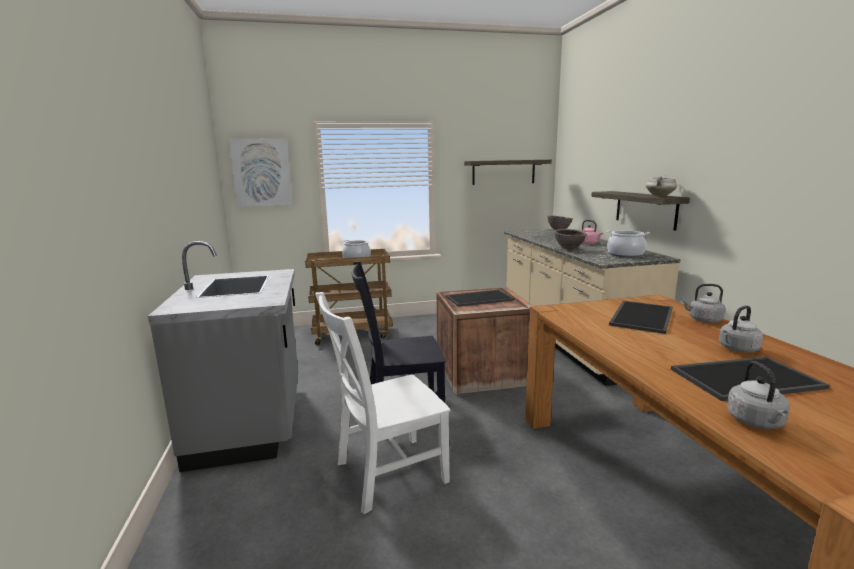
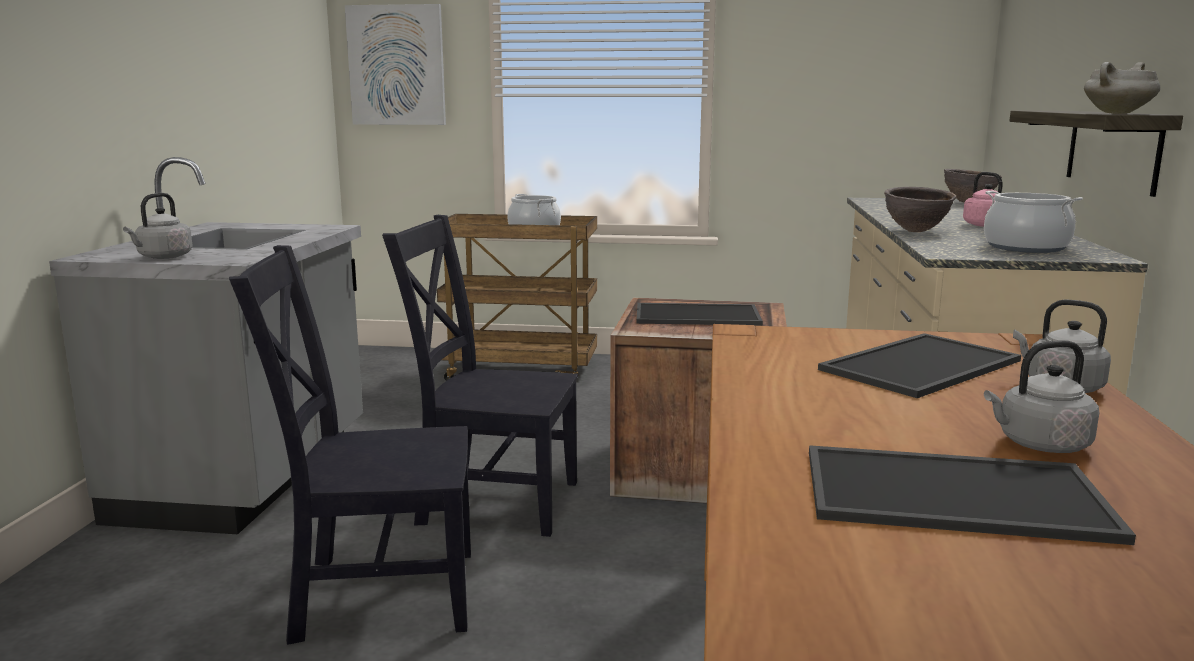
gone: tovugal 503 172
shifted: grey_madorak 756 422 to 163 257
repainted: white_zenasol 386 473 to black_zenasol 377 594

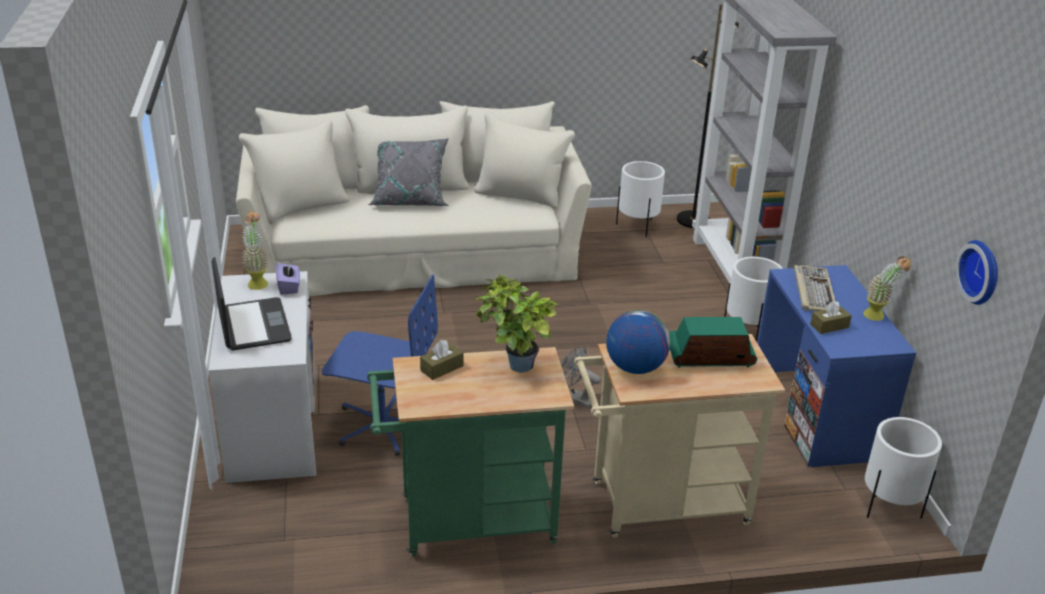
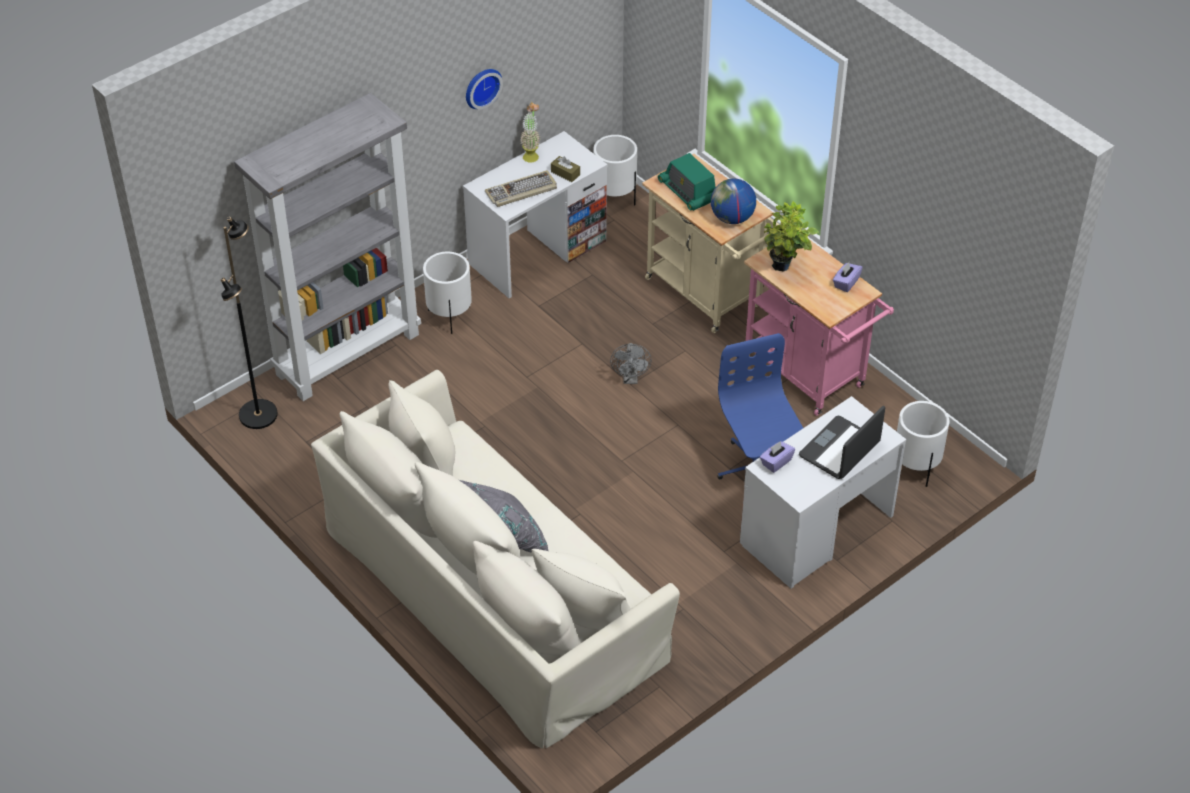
gone: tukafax 257 281; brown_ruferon 442 368
new: purple_ruferon 846 283
shifted: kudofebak 982 272 to 481 87; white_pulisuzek 637 227 to 915 468
repainted: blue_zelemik 816 413 to white_zelemik 537 252; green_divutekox 467 522 to pink_divutekox 809 375

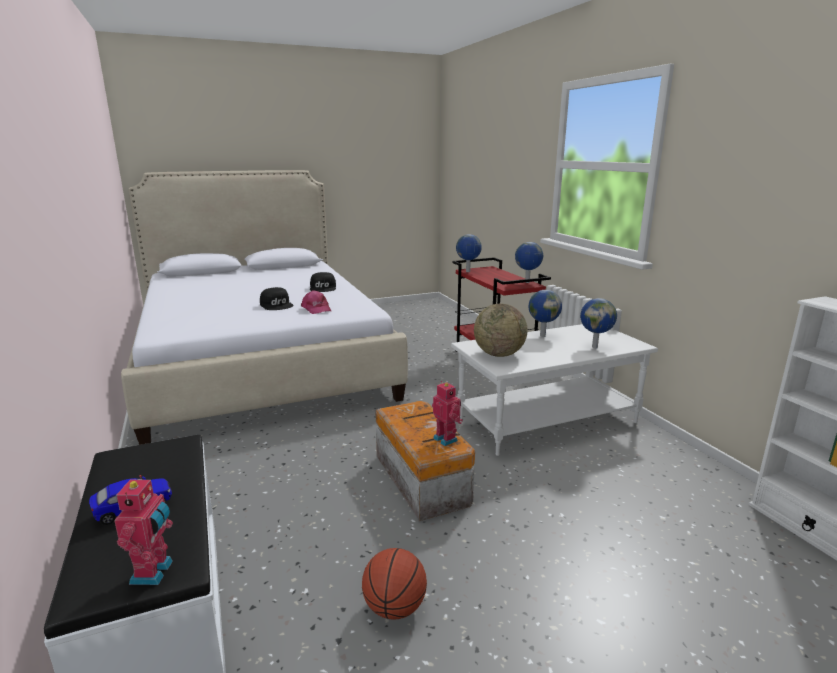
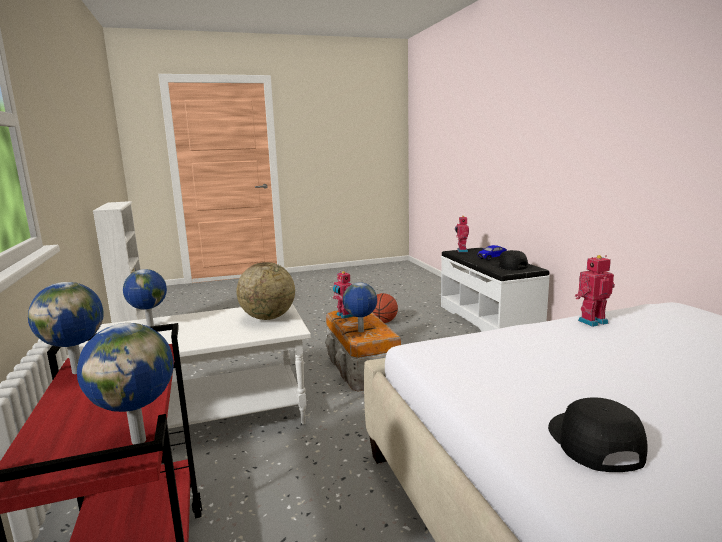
gone: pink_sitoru 316 309
new: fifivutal 591 321
shifted: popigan 542 335 to 361 331; black_sitoru 277 305 to 509 266

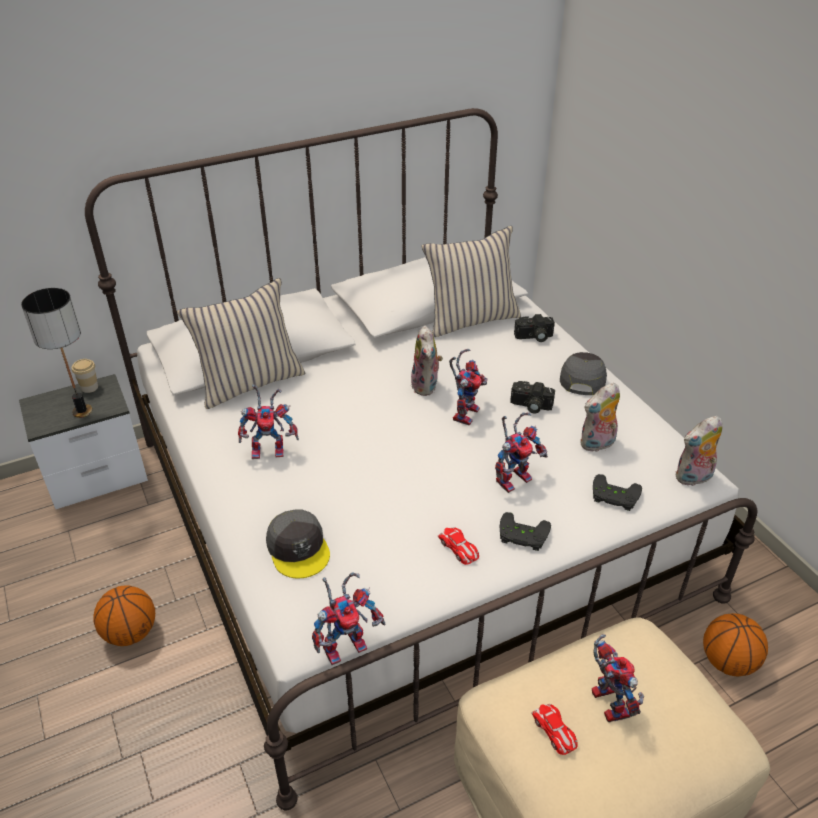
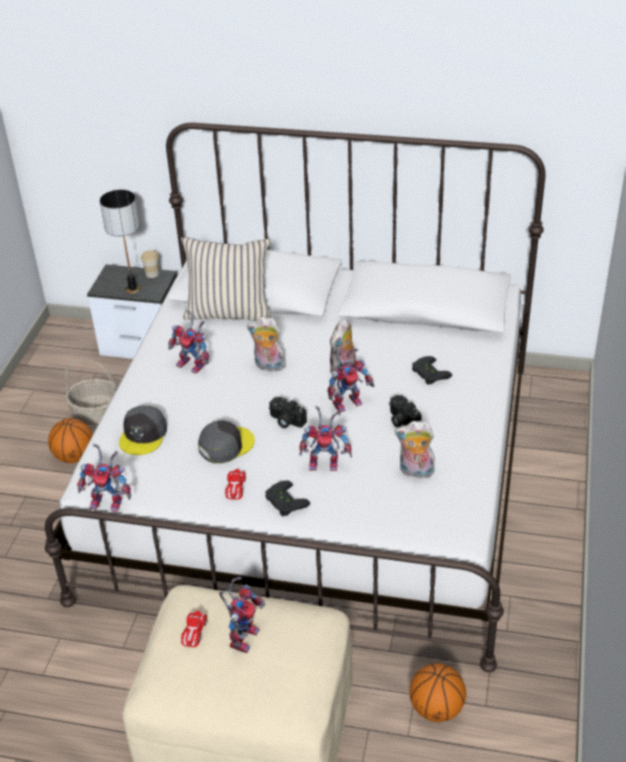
gone: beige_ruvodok 470 319
new: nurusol 96 414
shifted: grey_sitoru 582 377 to 226 445; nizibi 693 478 to 268 366; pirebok 534 337 to 285 421; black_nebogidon 614 497 to 428 373

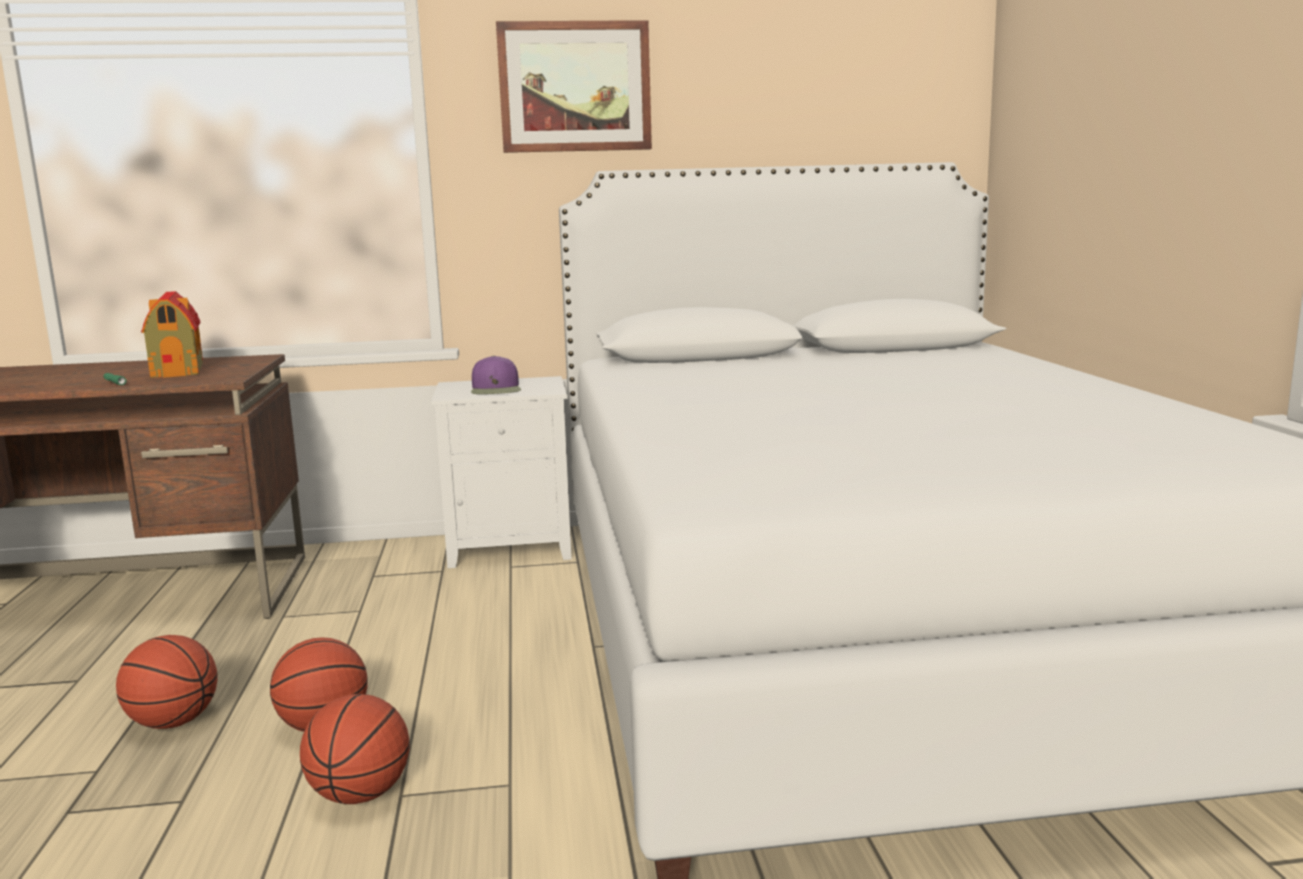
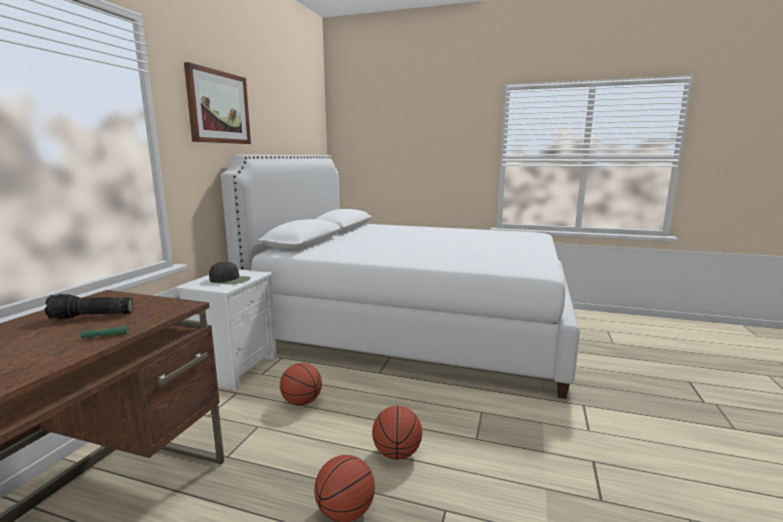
shifted: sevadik 360 795 to 301 402
swapped: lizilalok 178 369 to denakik 91 316
repainted: purple_sitoru 496 389 to black_sitoru 230 280

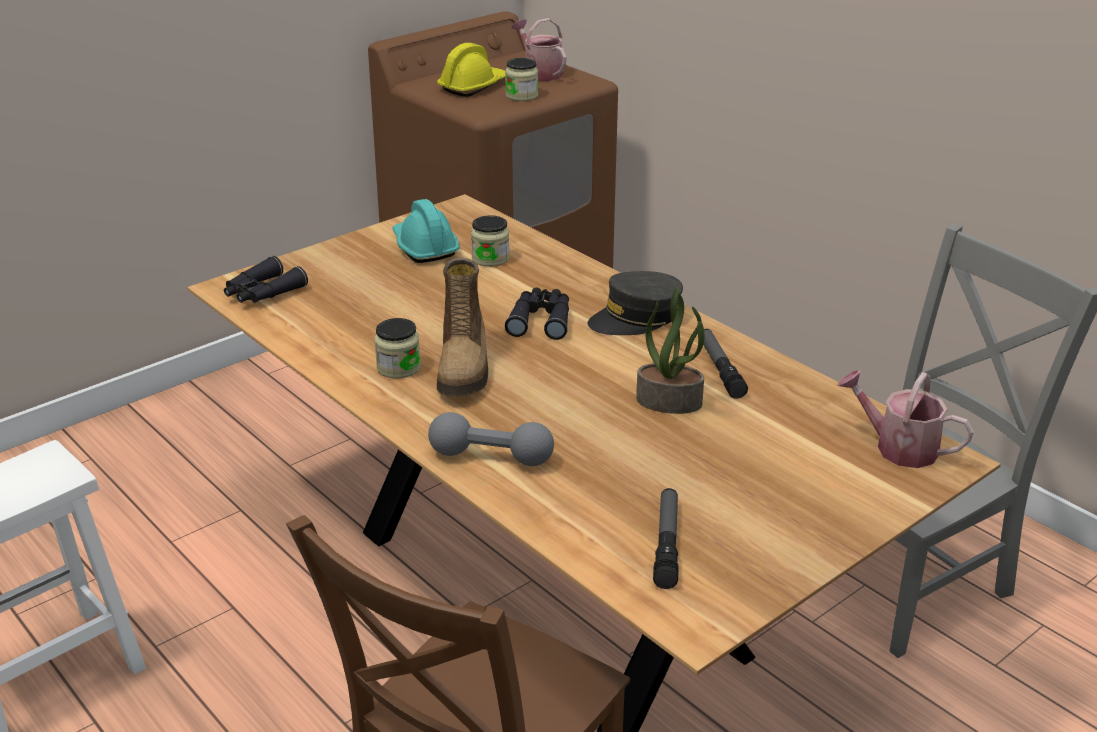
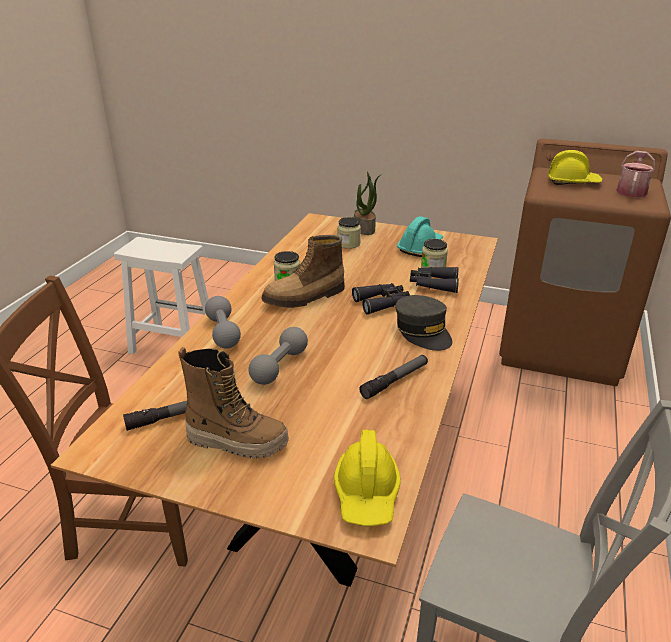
new: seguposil 237 441; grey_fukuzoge 279 366
shifted: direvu 521 96 to 348 244; tukafax 670 401 to 365 229; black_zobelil 262 293 to 433 284
swapped: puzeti 898 447 to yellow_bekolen 367 493
rotated: grey_sitoru 636 318 = 423 331 150 degrees counterclockwise

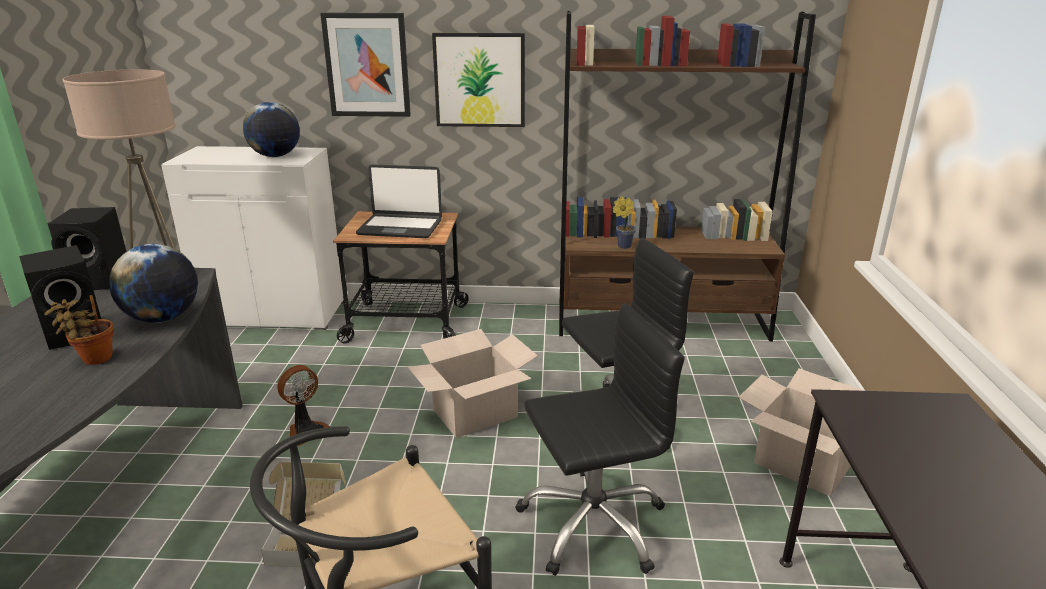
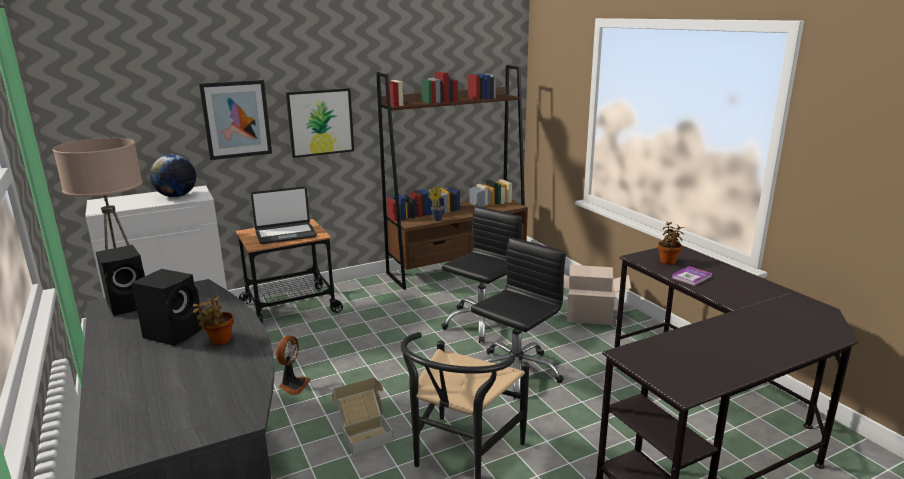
gone: popigan 163 318; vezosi 475 413
new: tukafax 668 261; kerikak 691 277

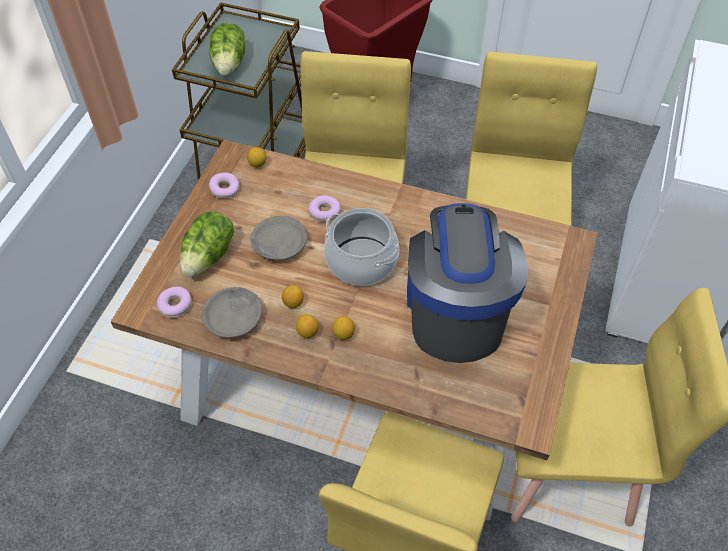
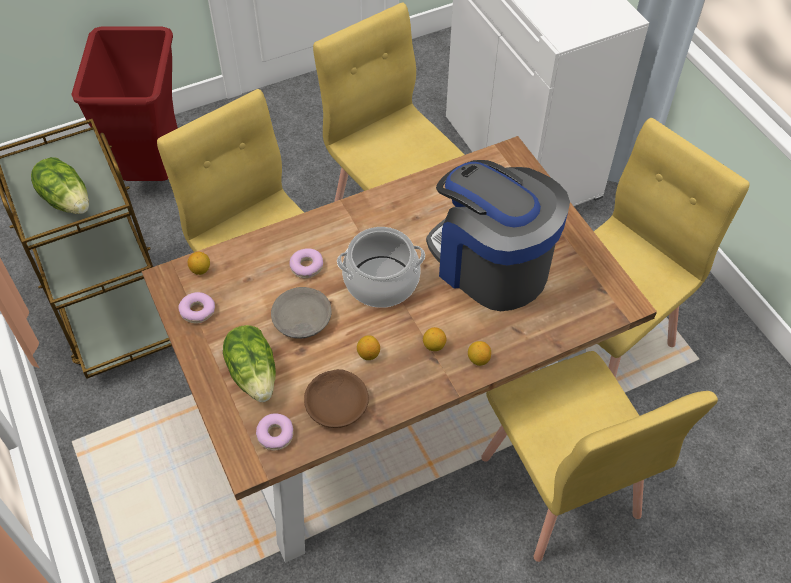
shifted: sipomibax 307 332 to 478 359
repainted: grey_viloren 234 318 to brown_viloren 337 404

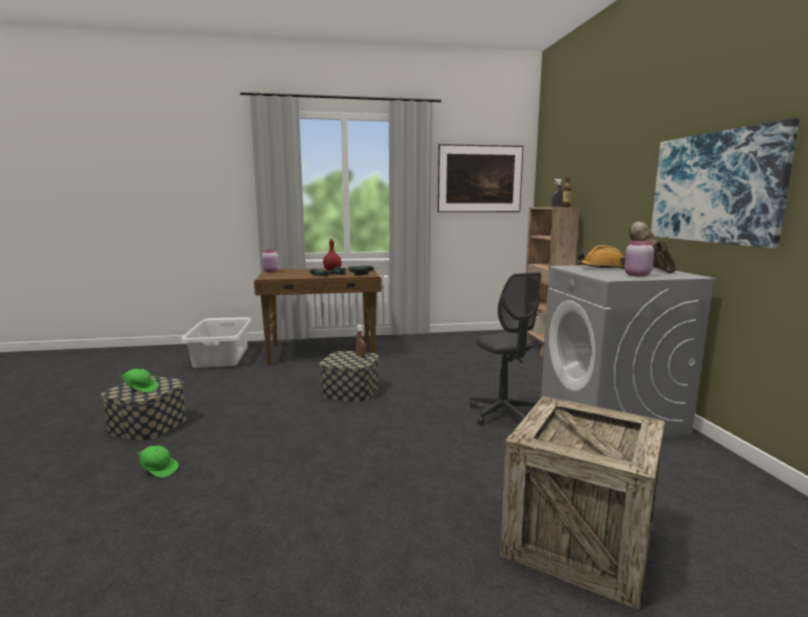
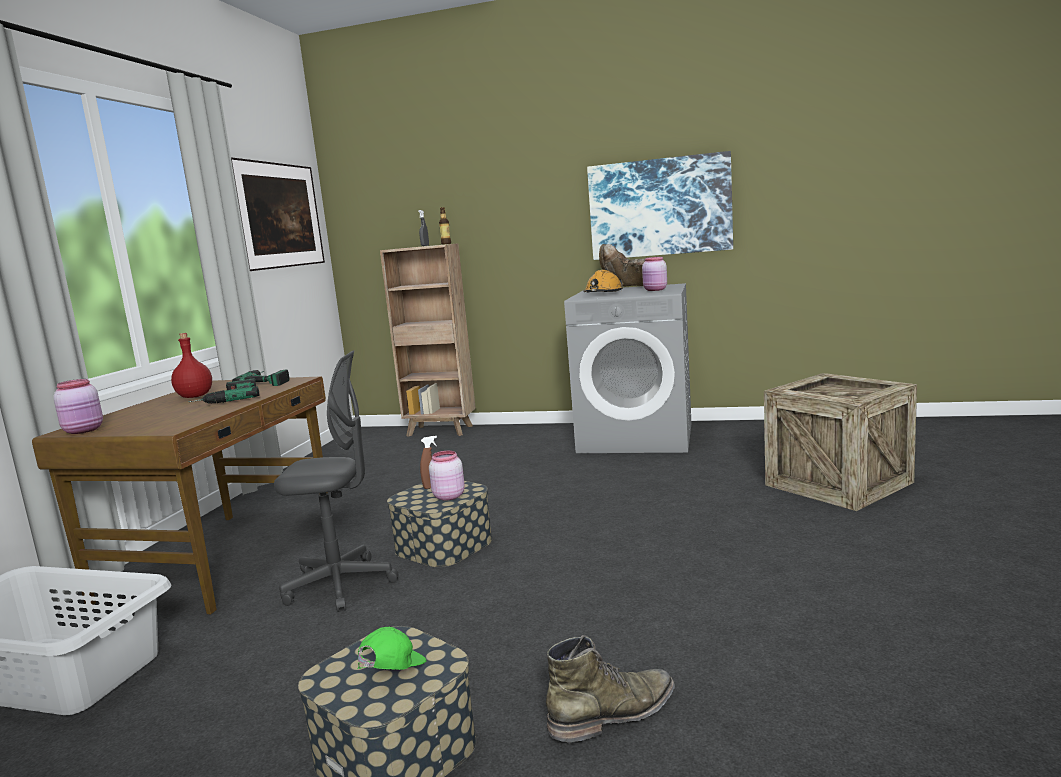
new: pink_direvu 448 496
shifted: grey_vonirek 503 415 to 340 585
swapped: green_sitoru 158 470 to green_seguposil 614 714

